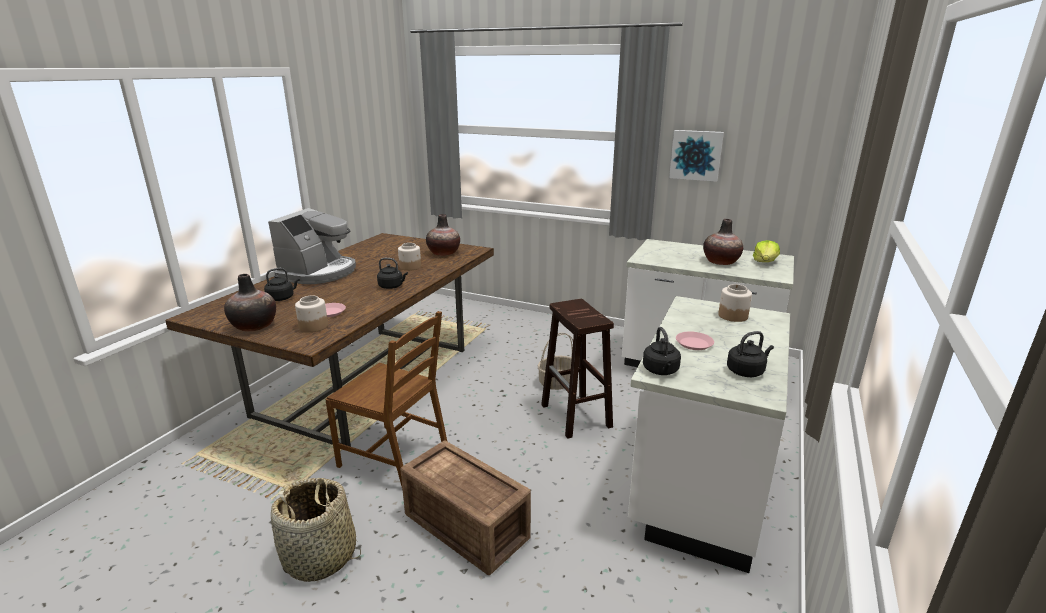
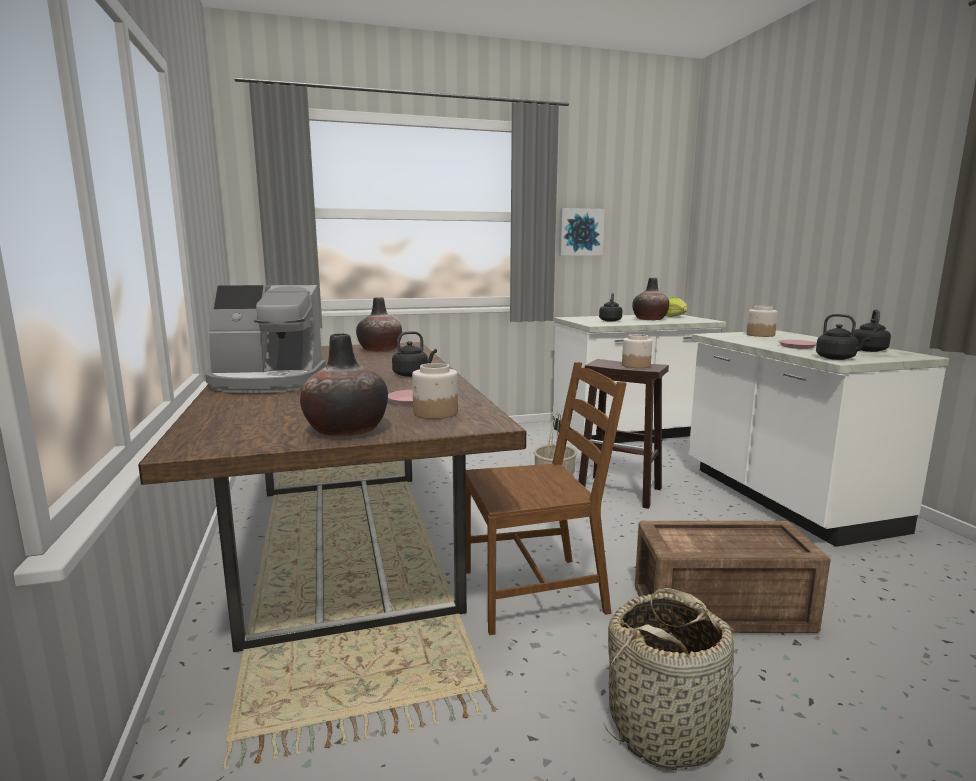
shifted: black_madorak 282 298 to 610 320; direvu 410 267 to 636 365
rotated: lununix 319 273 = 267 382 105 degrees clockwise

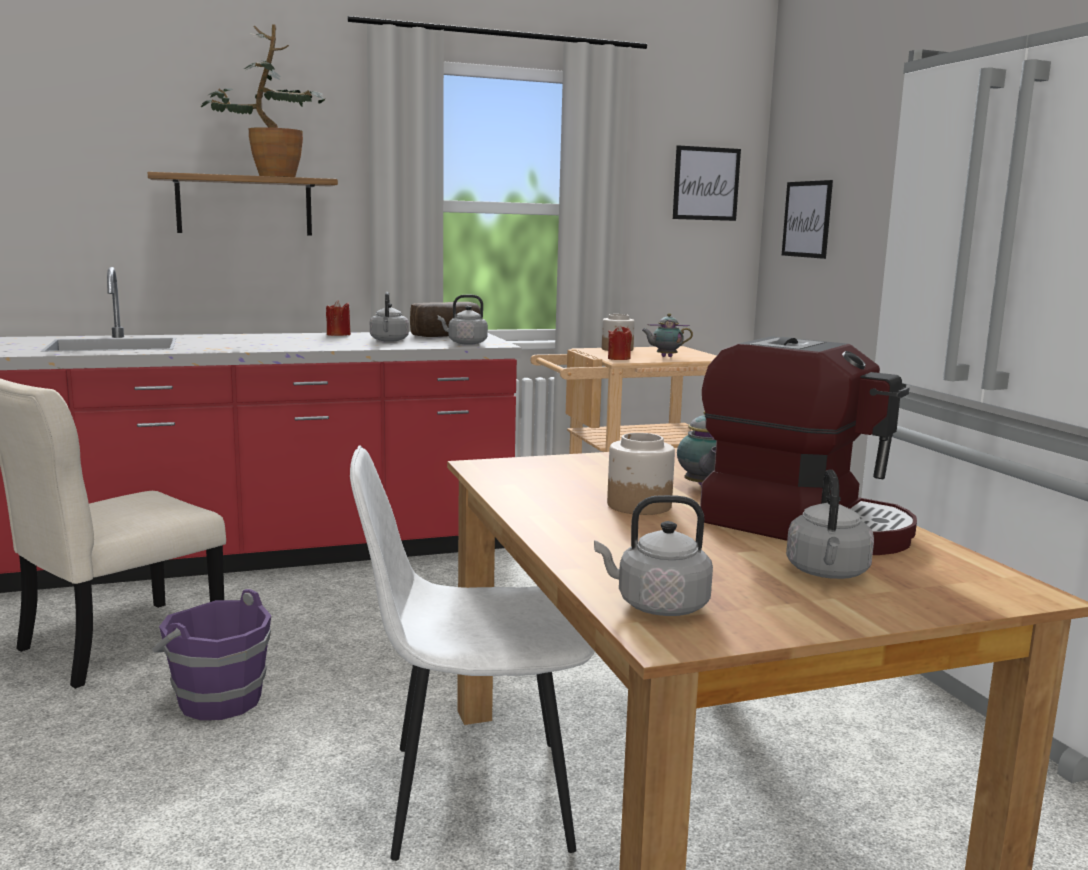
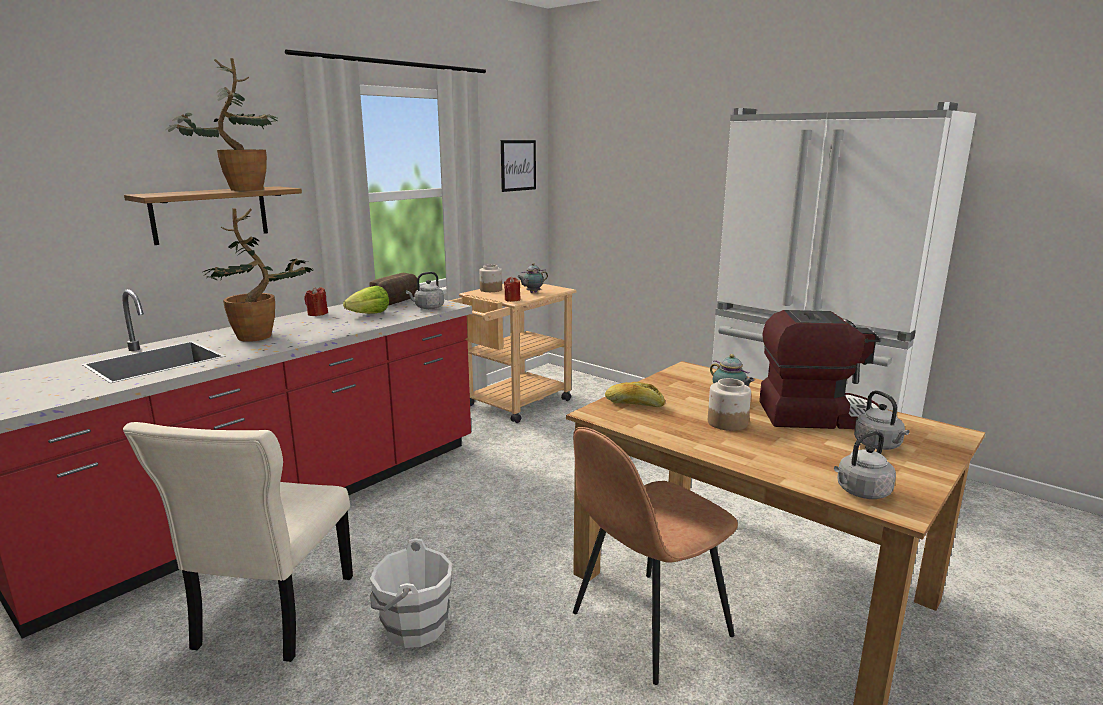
gone: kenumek 807 219
new: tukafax 264 336; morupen 634 404
swapped: grey_madorak 389 340 to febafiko 370 314
repainted: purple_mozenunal 217 700 to white_mozenunal 413 627; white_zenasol 473 796 to brown_zenasol 647 625

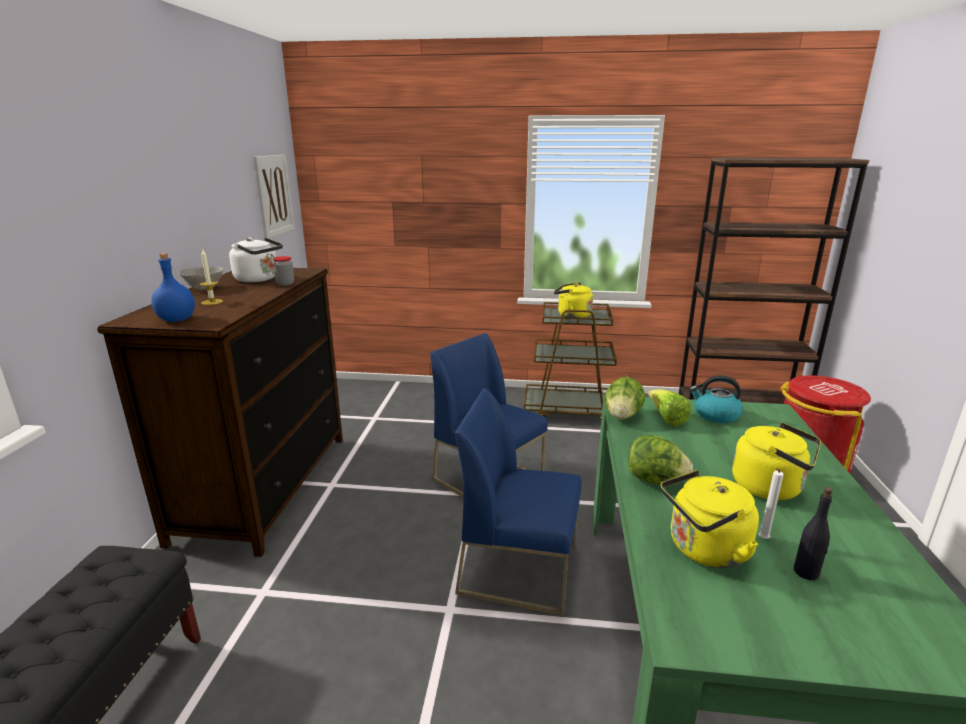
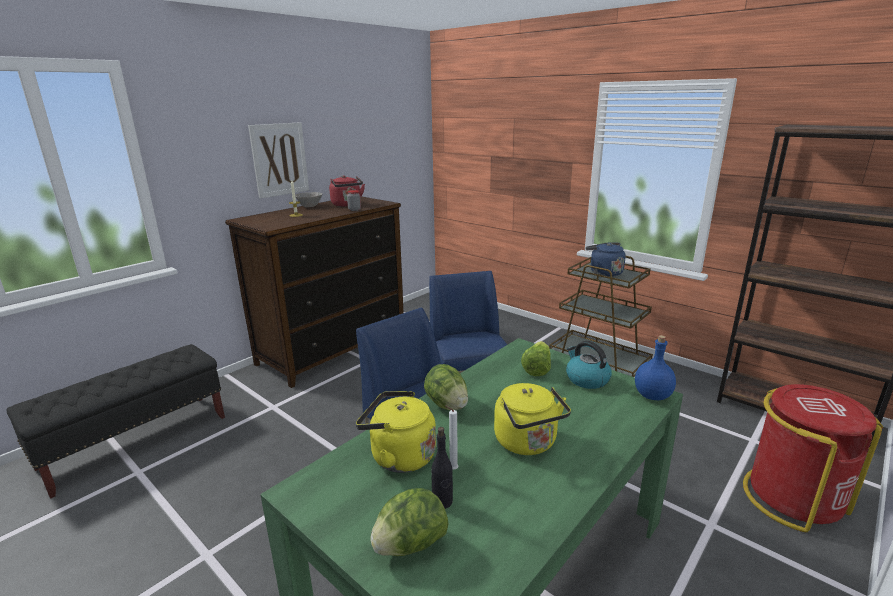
shifted: kenumek 274 195 to 279 159; febafiko 622 416 to 410 545; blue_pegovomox 176 320 to 652 396
repainted: white_madorak 259 279 to red_madorak 347 205; yellow_madorak 571 315 to blue_madorak 604 272

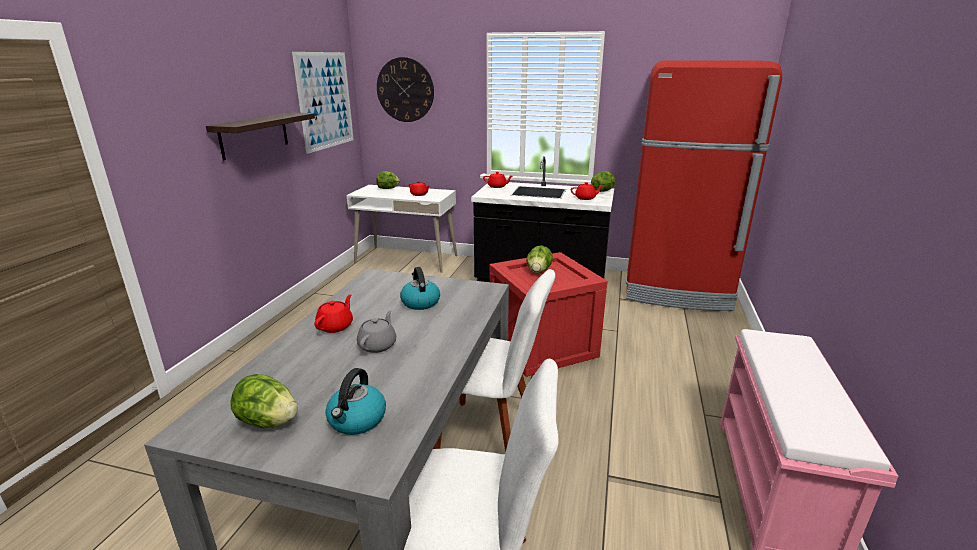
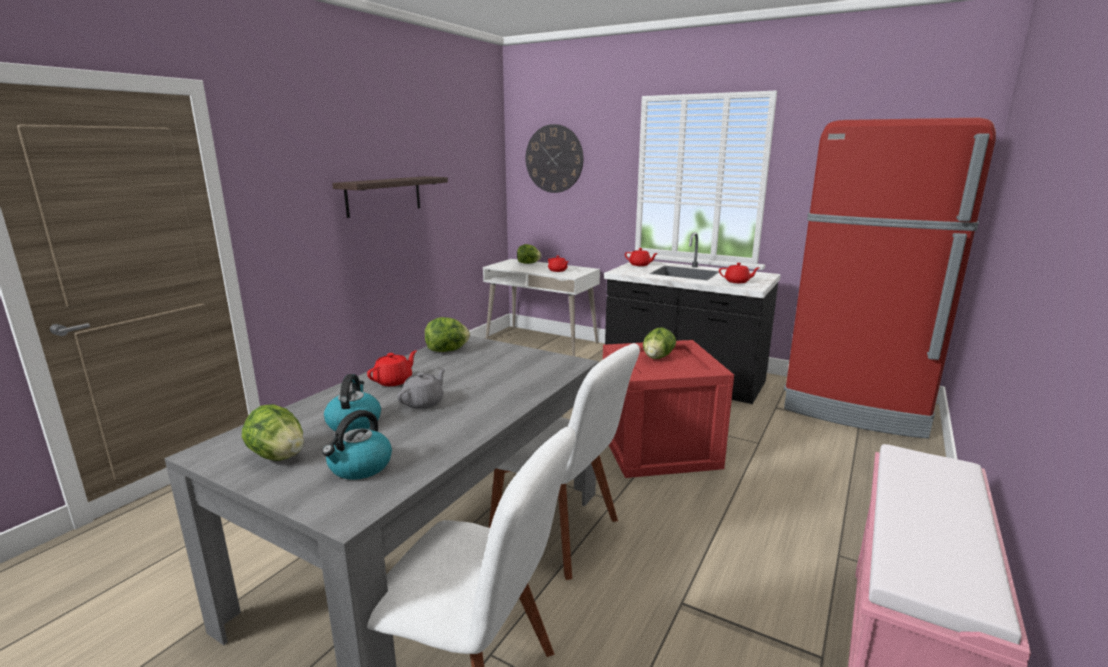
gone: kenumek 325 100
shifted: madorak 420 302 to 354 423; febafiko 603 191 to 447 350

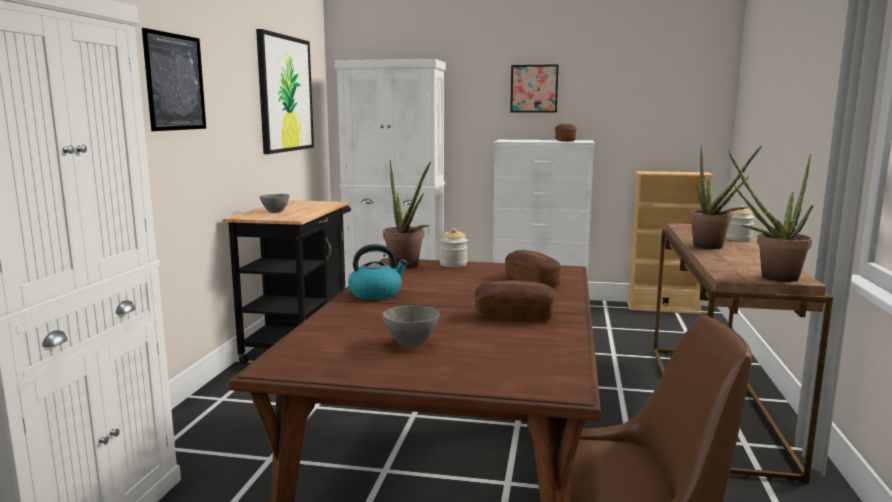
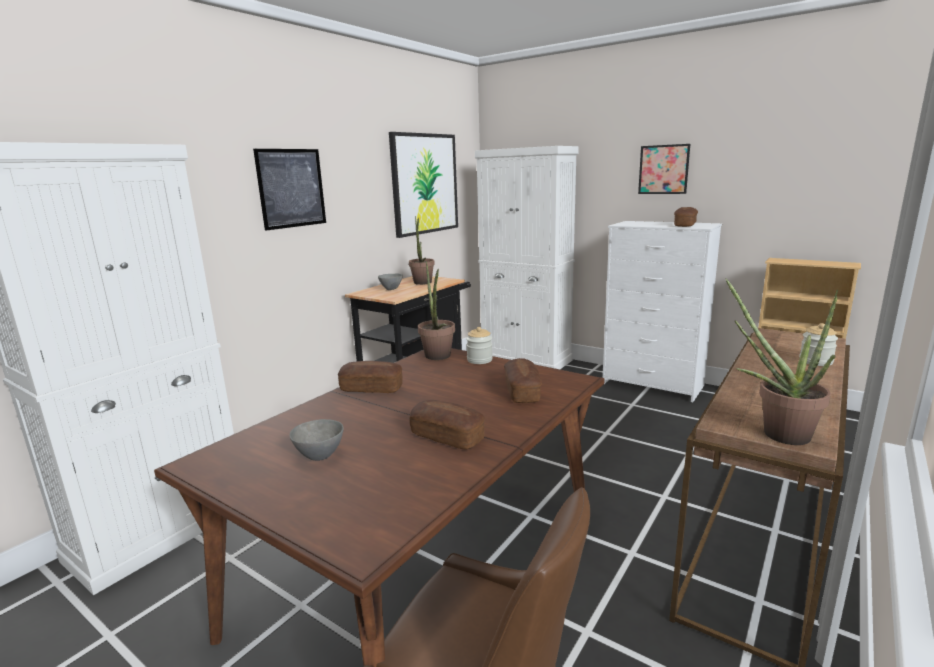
shifted: tukafax 713 247 to 422 283
swapped: madorak 376 293 to morupen 371 388

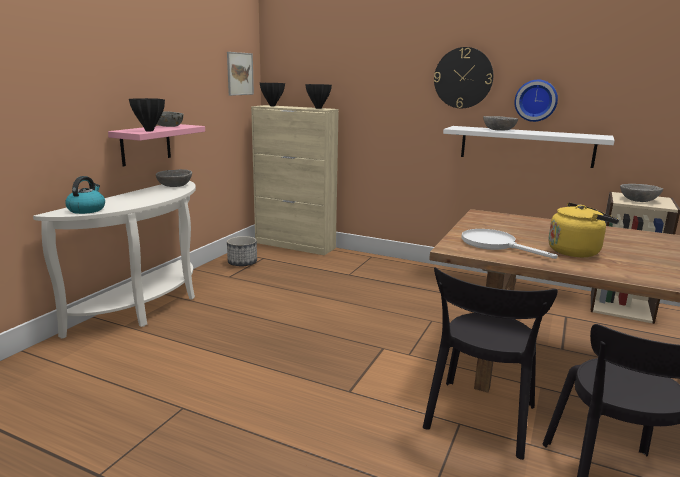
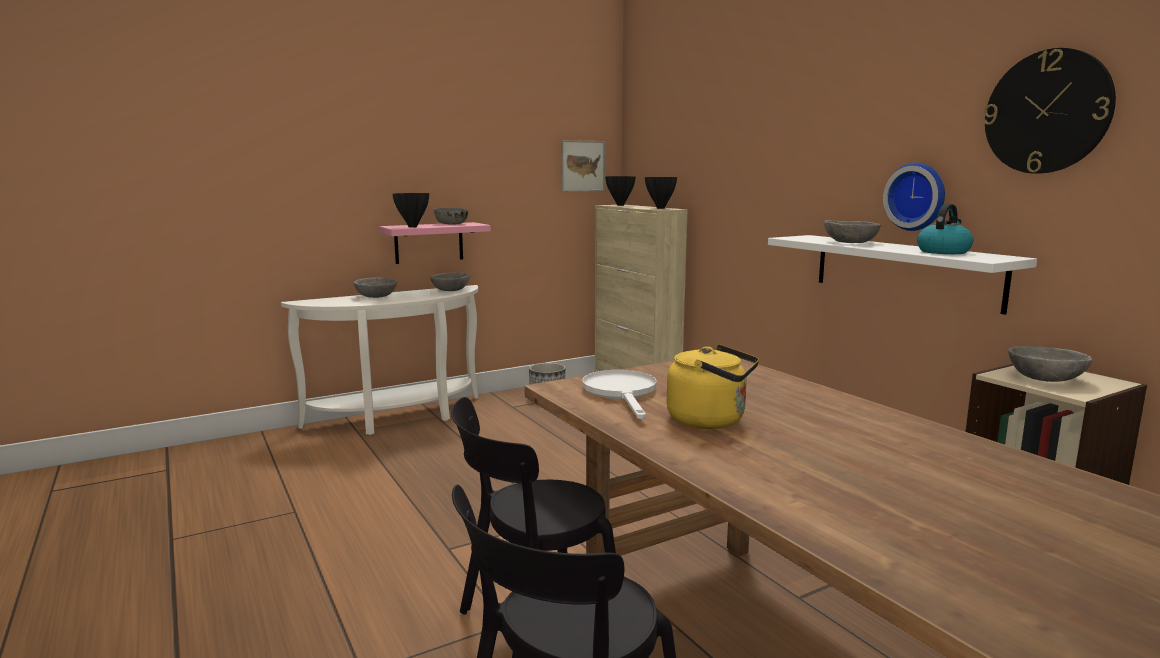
new: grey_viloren 376 296
shifted: madorak 87 209 to 943 252; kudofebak 463 78 to 1047 112

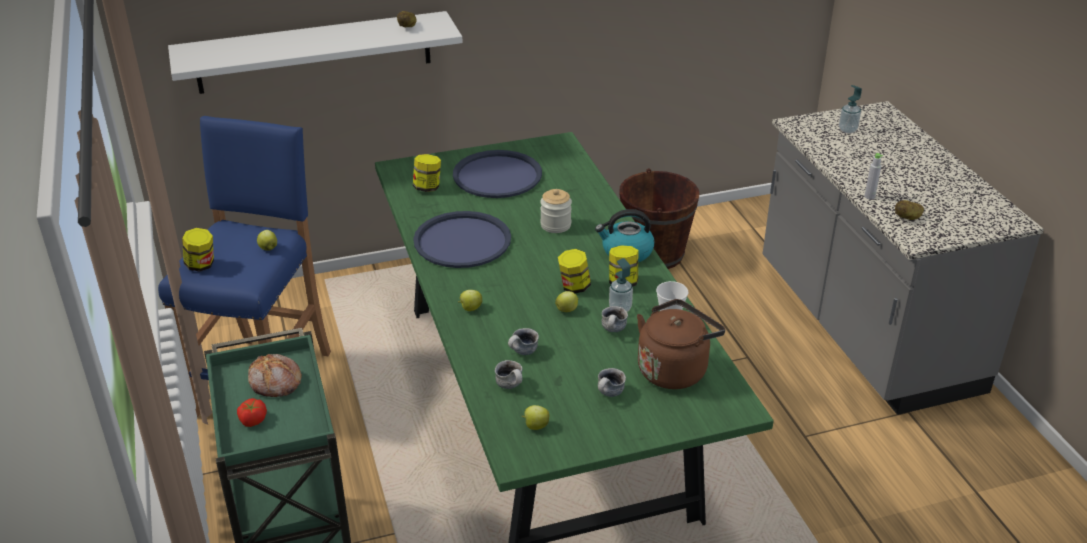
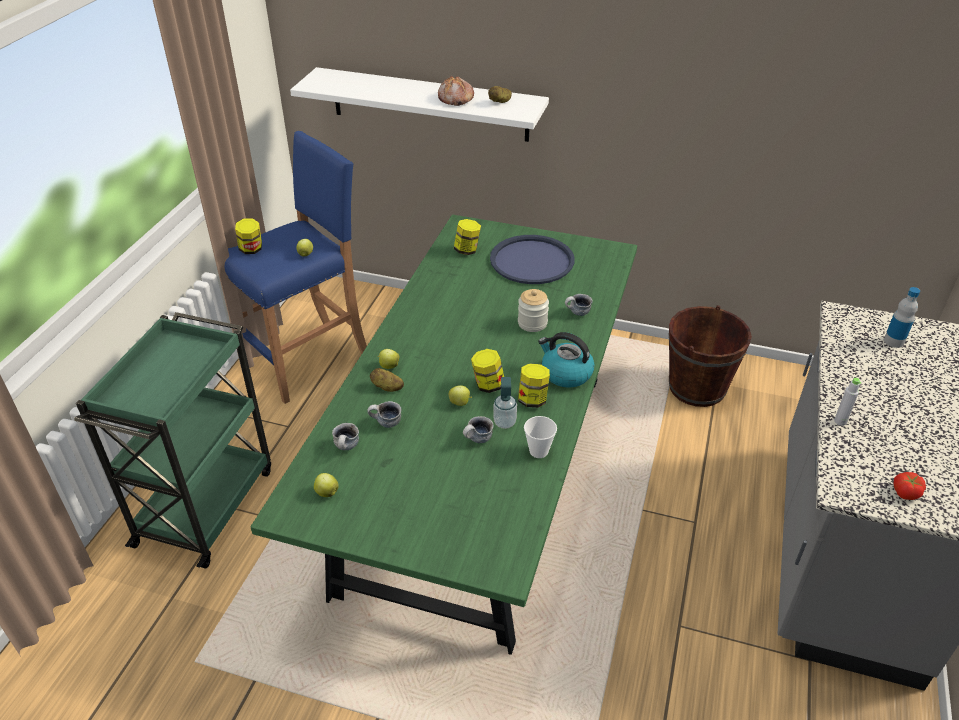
gone: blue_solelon 462 241; brown_madorak 674 369
shifted: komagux 908 217 to 387 387; morupen 275 383 to 455 99; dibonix 609 394 to 577 313; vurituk 252 420 to 905 492
swapped: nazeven 847 130 to pegovomox 893 341

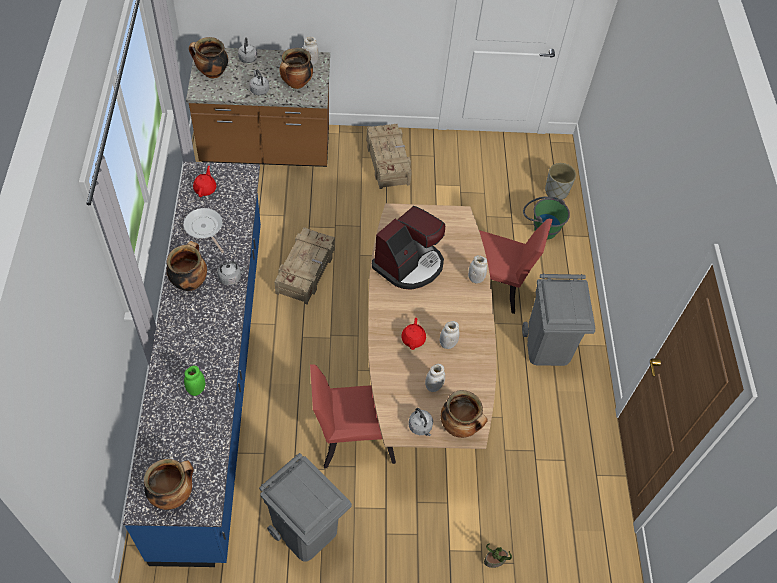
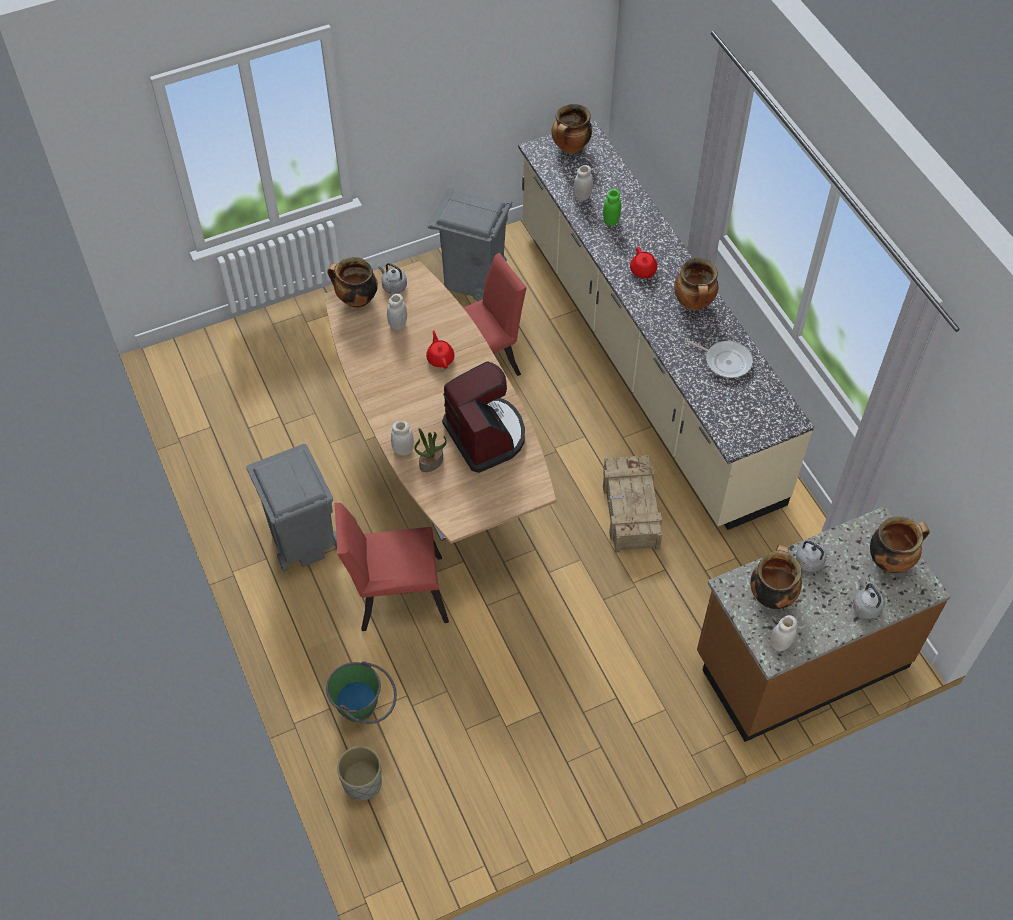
gone: grey_madorak 231 277; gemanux 388 162
shifted: tukafax 495 560 to 431 462; white_direvu 447 343 to 582 196; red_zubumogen 205 189 to 643 271
repainted: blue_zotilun 213 379 to beige_zotilun 644 359
rotated: lununix 409 264 = 486 435 135 degrees clockwise

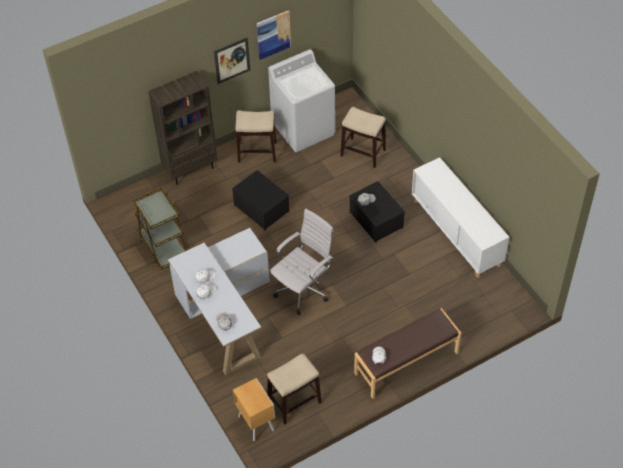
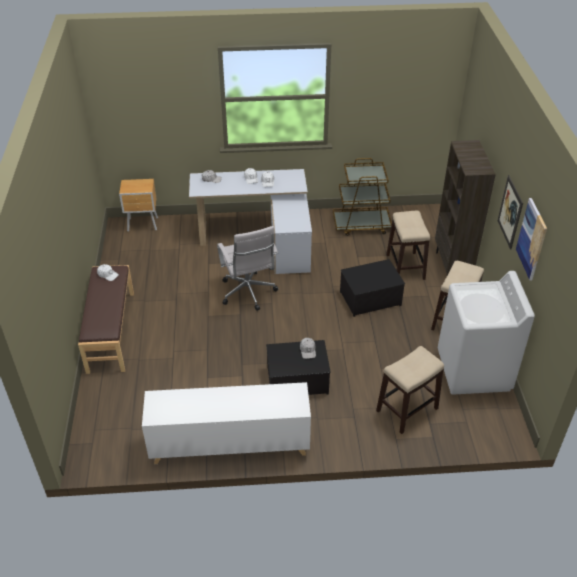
shifted: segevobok 294 402 to 405 266

